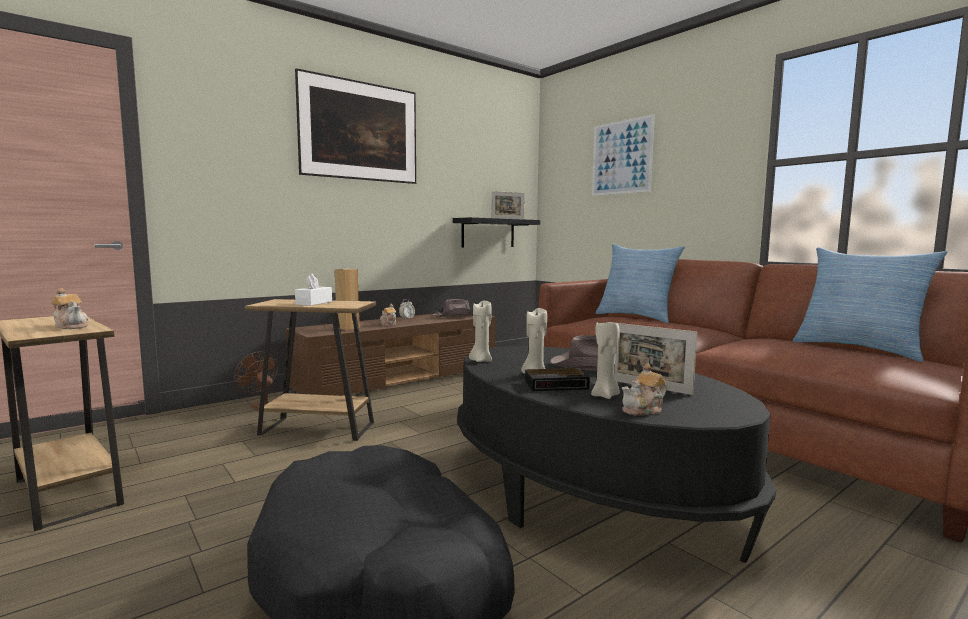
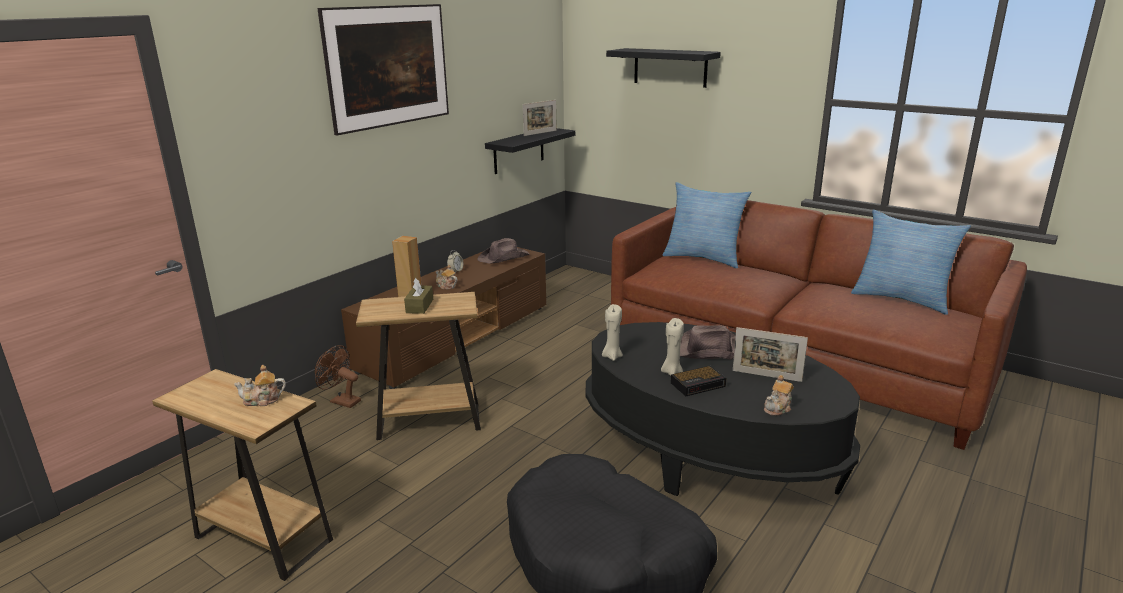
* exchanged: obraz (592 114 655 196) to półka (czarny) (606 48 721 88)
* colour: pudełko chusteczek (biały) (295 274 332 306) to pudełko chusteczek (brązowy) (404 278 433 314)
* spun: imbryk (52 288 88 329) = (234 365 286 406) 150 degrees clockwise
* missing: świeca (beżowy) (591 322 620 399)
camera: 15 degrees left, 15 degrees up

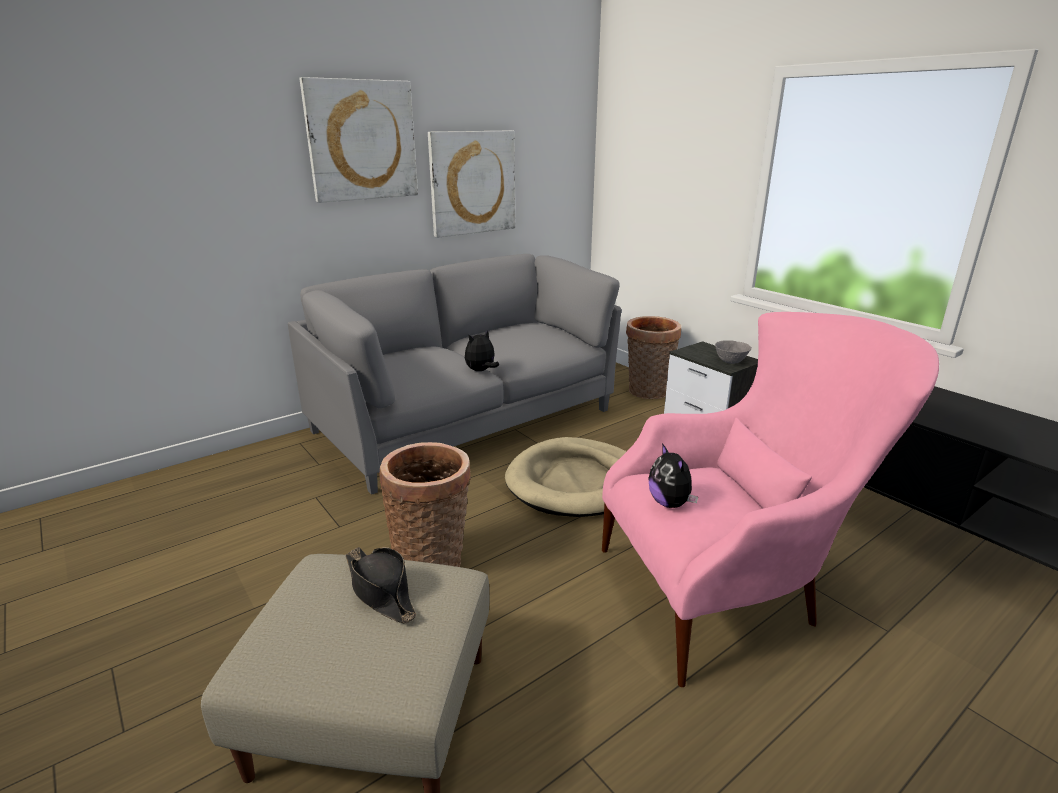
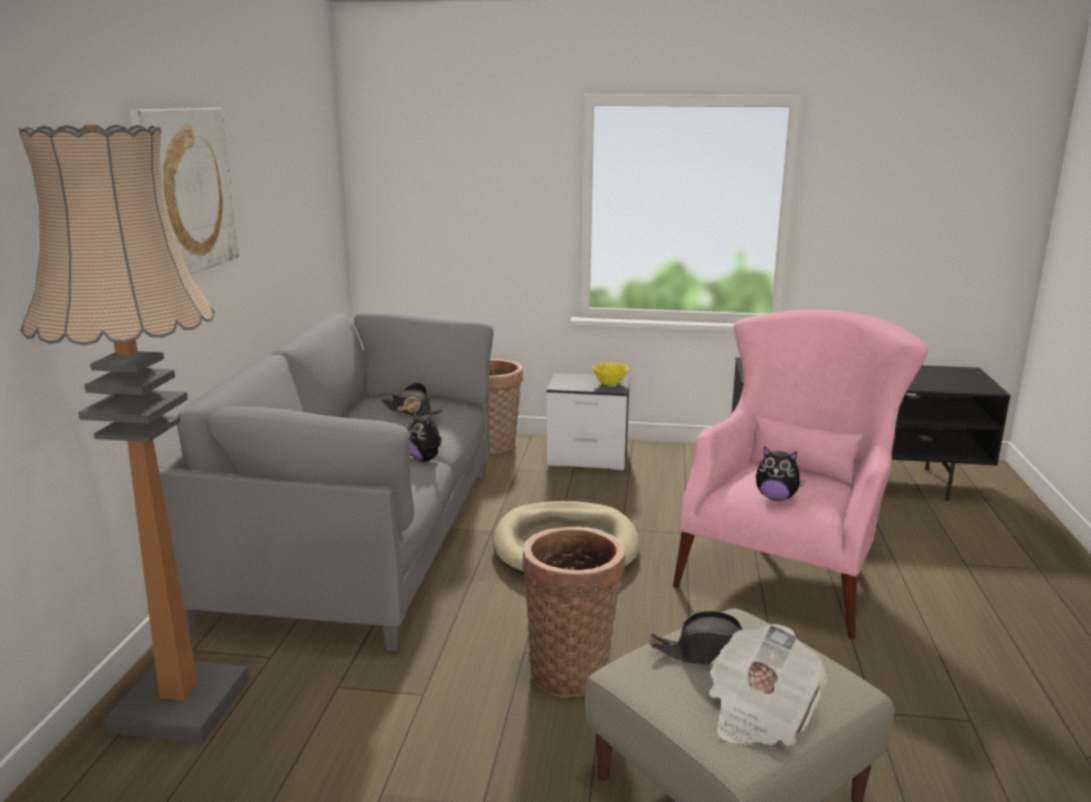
* missing: obraz (428 131 515 238)
* spun: pluszak (465 330 499 371) = (408 410 446 462) 45 degrees counterclockwise
* colour: miska (szary) (715 340 752 364) to miska (żółty) (592 363 629 386)
* appeared: lampa stojąca (19 125 249 743)
* appeared: kapelusz (czarny) (381 383 443 417)
* appeared: gazeta (709 624 827 746)
camera: 45 degrees left, 5 degrees down

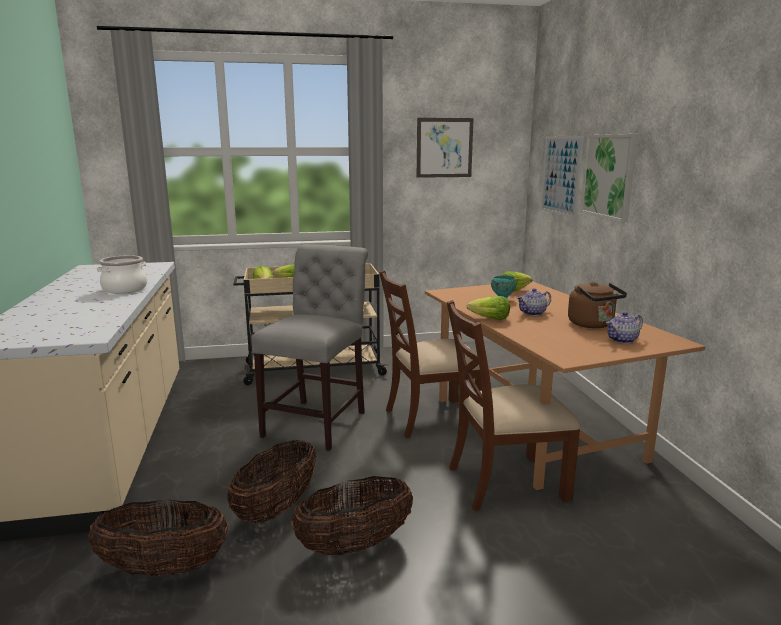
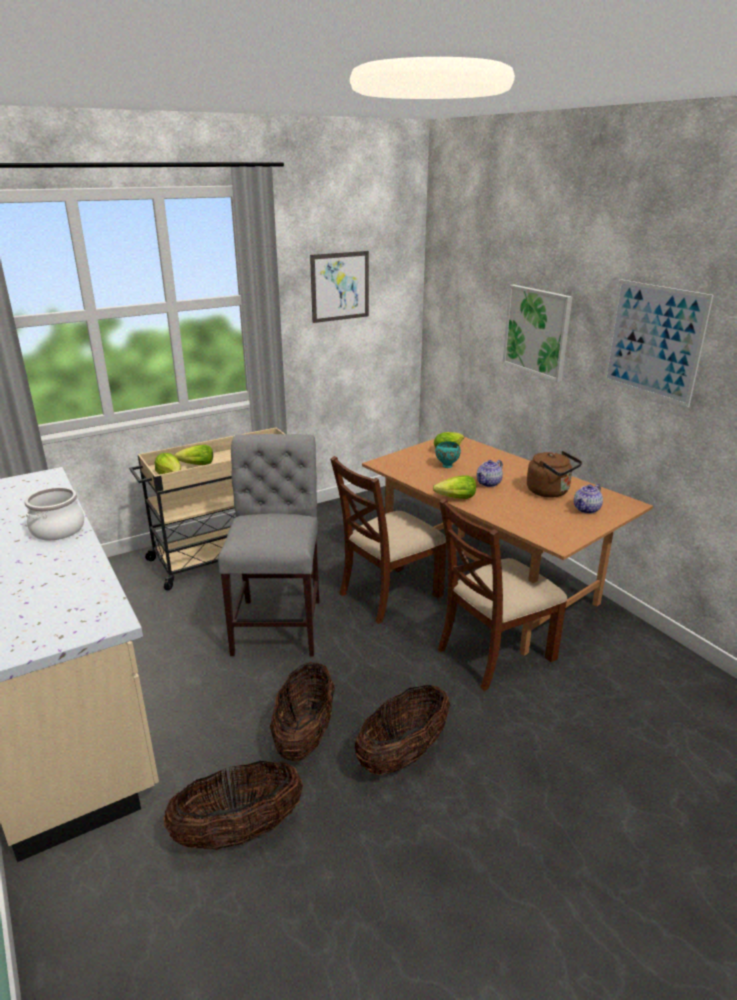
* relocated: obraz (541 136 584 218) to (604 279 714 407)
camera: 20 degrees left, 10 degrees up

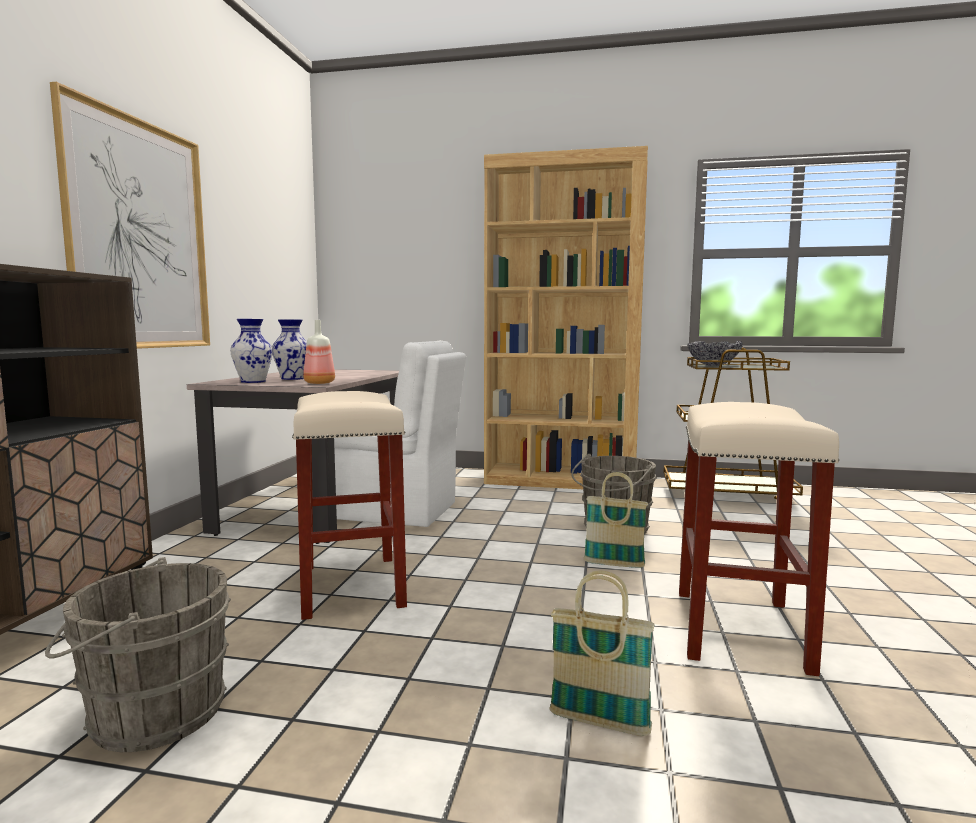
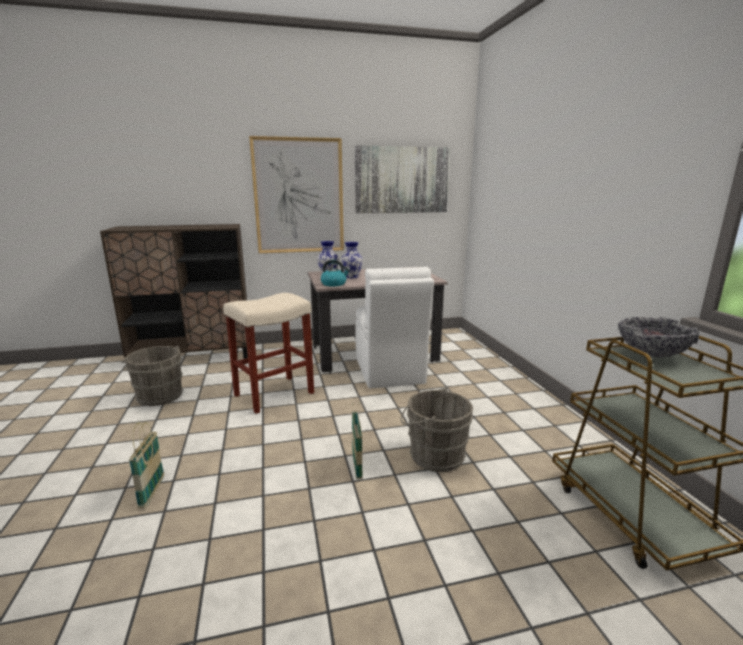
* missing: regał (brązowy) (484 146 648 489)
* exchanged: butelka (303 320 335 384) to czajnik (321 260 350 286)
* missing: stołek (beżowy) (679 402 839 676)
* appeared: obraz (355 145 450 213)
camera: 65 degrees right, 10 degrees up

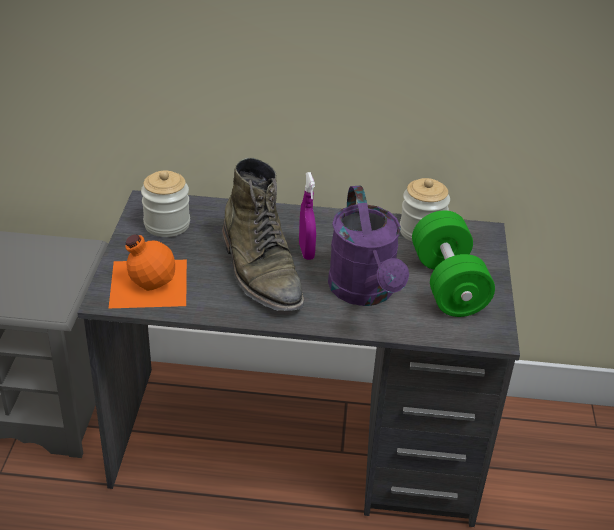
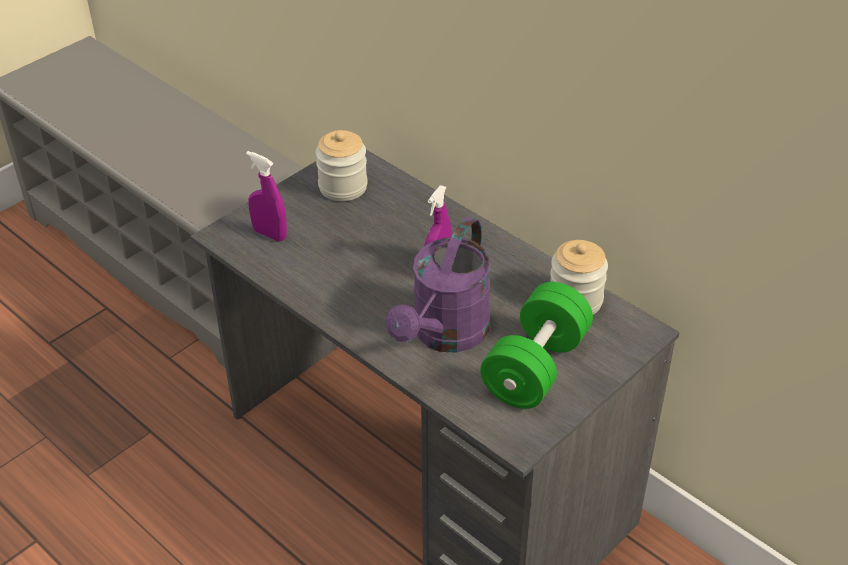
* missing: but z cholewką (zielony) (222 158 304 311)
* exchanged: butelka (pomarańczowy) (109 235 187 308) to spryskiwacz (fioletowy) (246 151 287 241)
camera: 40 degrees right, 5 degrees up

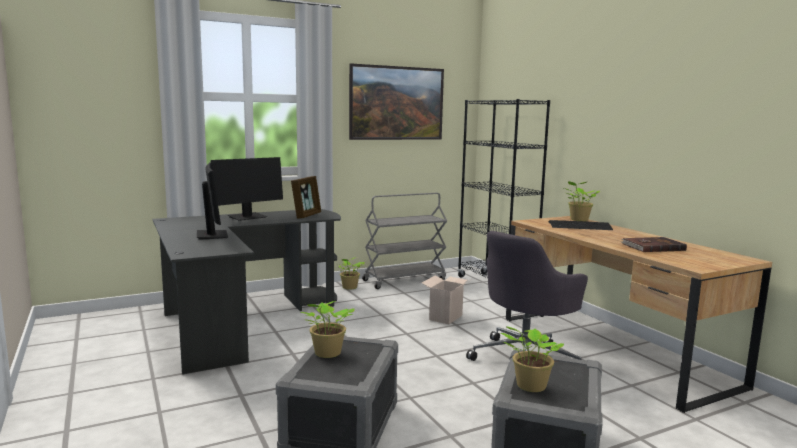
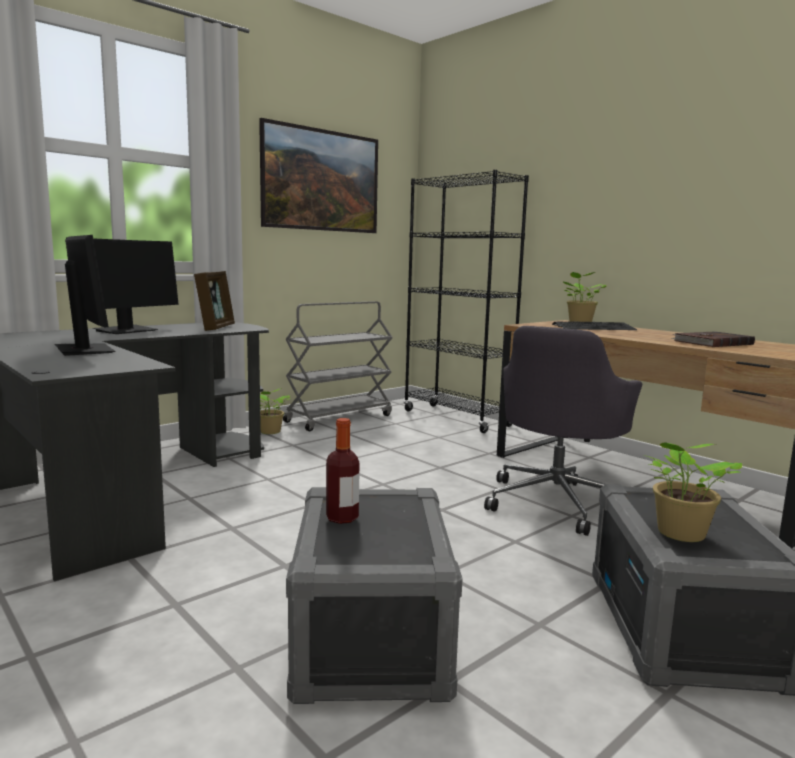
* missing: karton (421 275 471 324)
* exchanged: roślina doniczkowa (300 301 355 358) to butelka (326 418 359 524)
camera: 15 degrees left, 0 degrees up

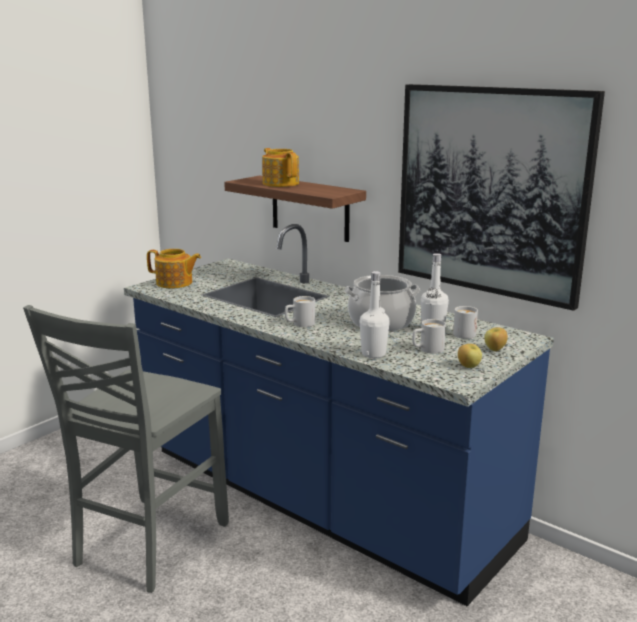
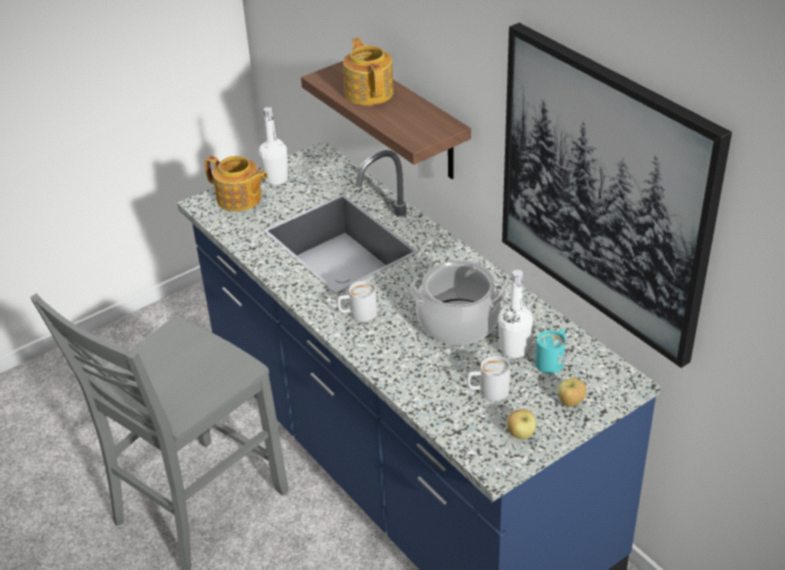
* relocated: butelka (biały) (360 271 390 358) to (259 107 288 185)
* colour: kubek (biały) (453 306 478 339) to kubek (turkusowy) (535 329 566 374)
camera: 15 degrees right, 20 degrees up

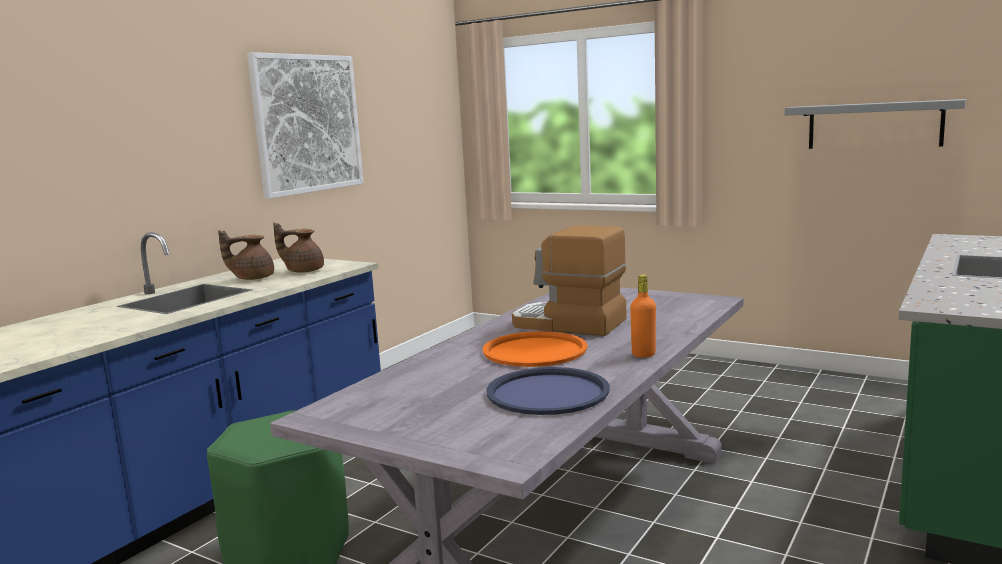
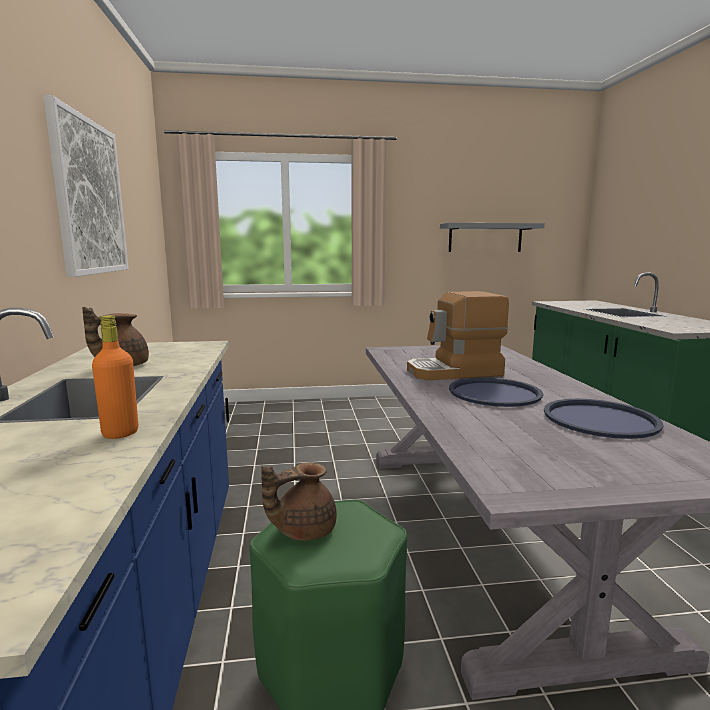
* relocated: imbryk (brązowy) (273 222 324 273) to (261 462 337 541)
* relocated: butelka (pomarańczowy) (630 274 656 358) to (92 315 138 439)
* colour: taca (pomarańczowy) (483 331 588 367) to taca (niebieski) (449 377 543 407)
camera: 40 degrees left, 0 degrees up

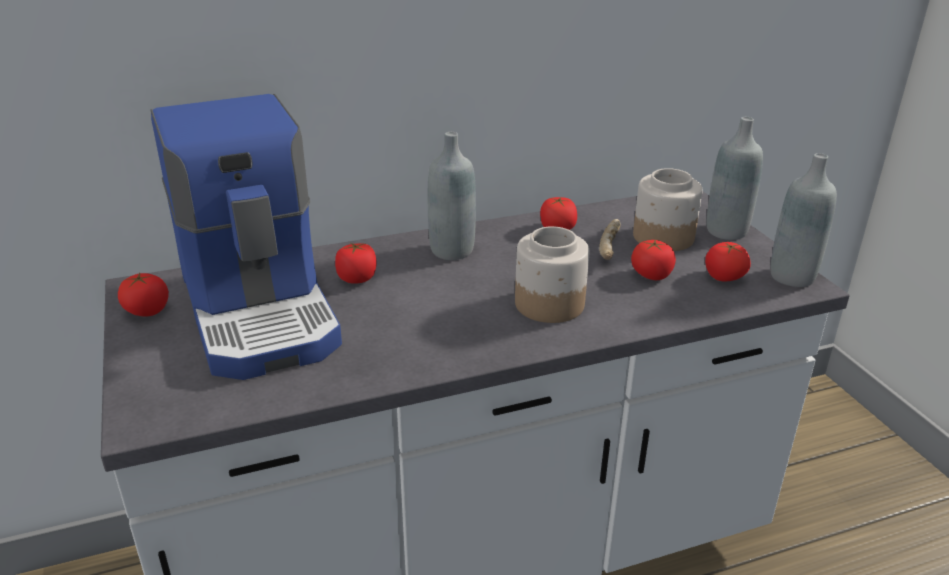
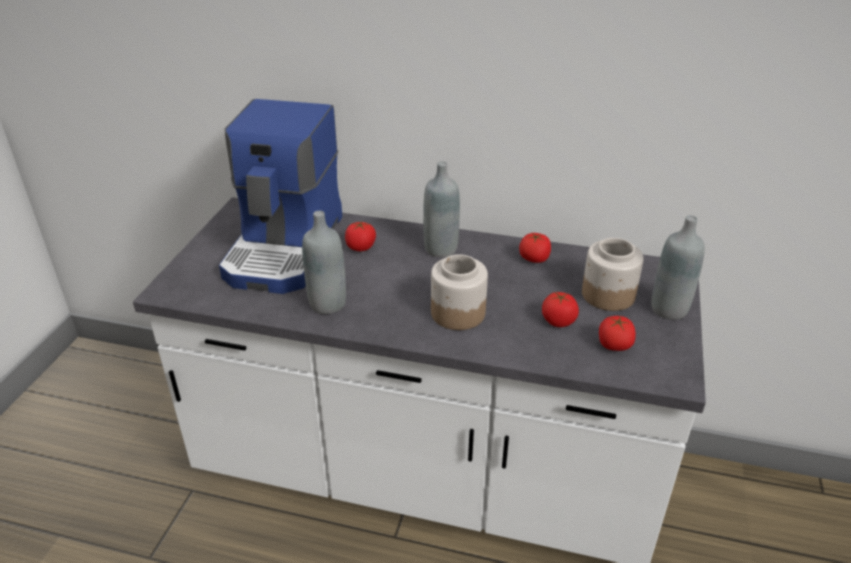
* relocated: butelka (szary) (770 153 837 287) to (302 211 346 314)
* missing: chleb (599 219 621 260)
* missing: pomidor (118 273 169 317)
camera: 35 degrees right, 5 degrees up

